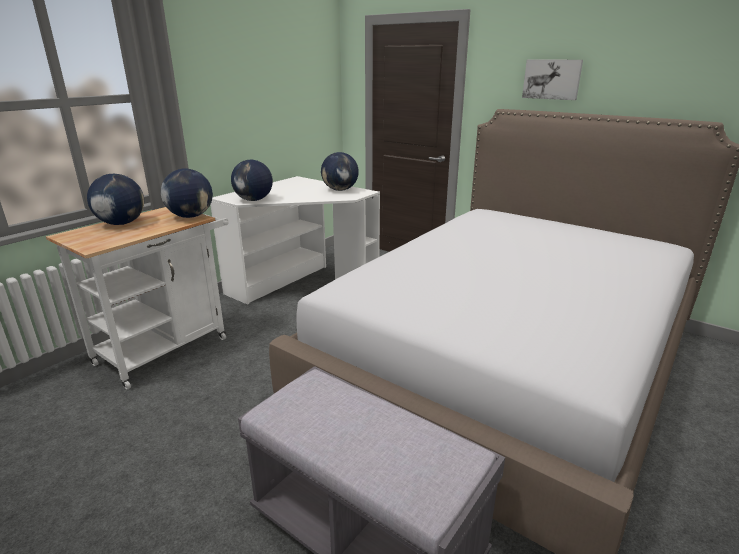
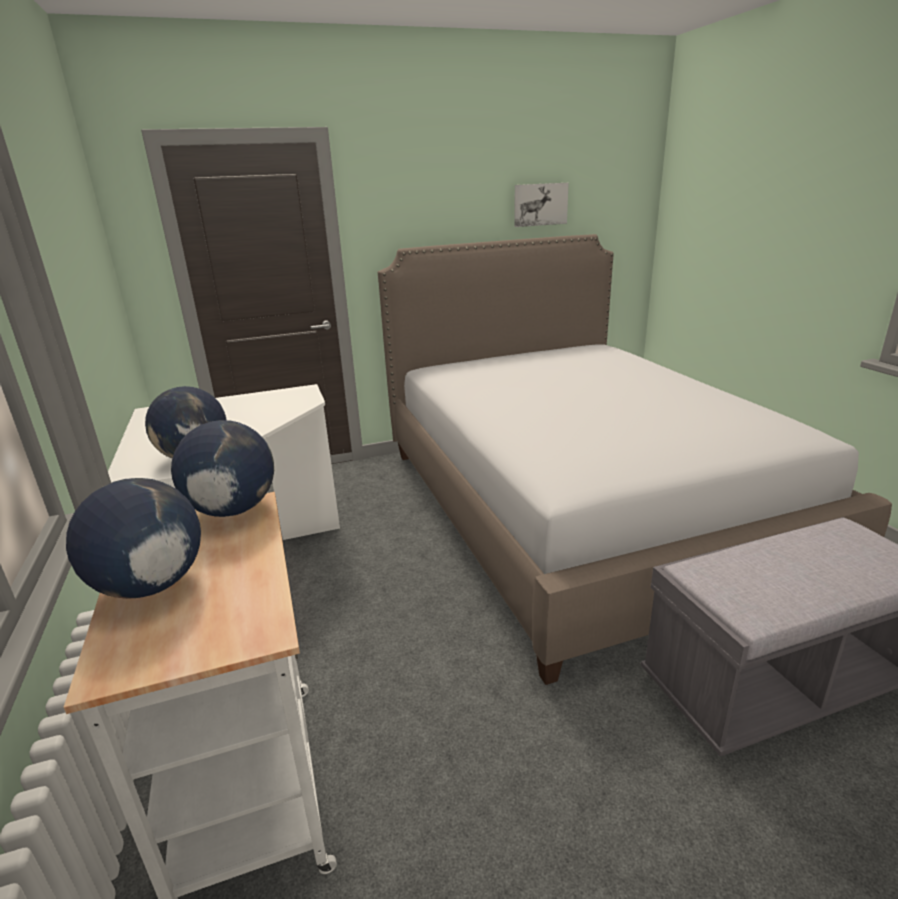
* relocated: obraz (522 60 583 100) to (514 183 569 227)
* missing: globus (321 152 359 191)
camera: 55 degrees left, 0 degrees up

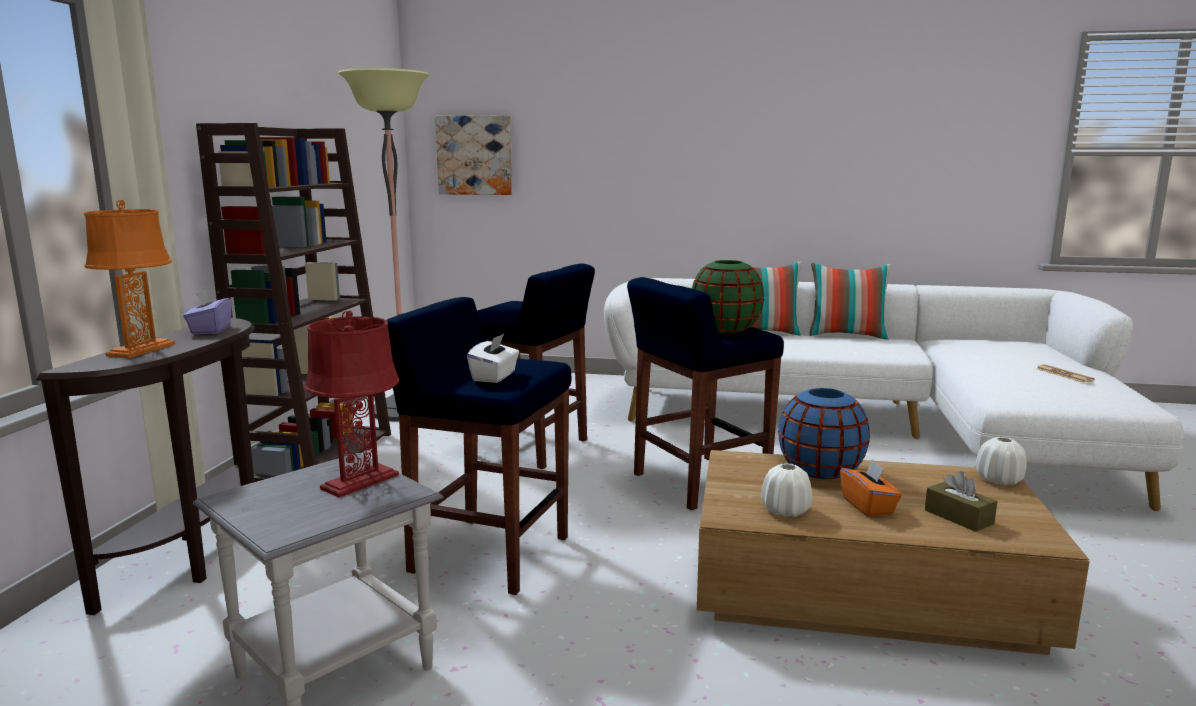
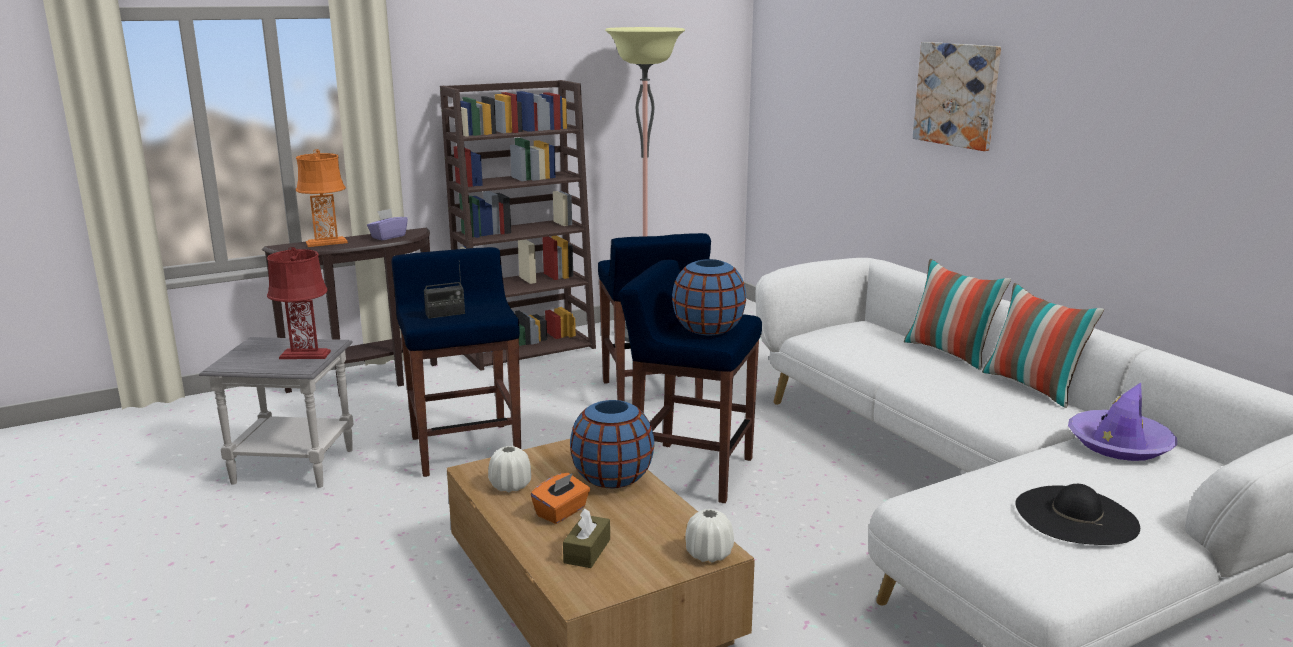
* relocated: obraz (435 115 512 195) to (913 42 1001 151)
* colour: wazon (zielony) (692 260 764 333) to wazon (niebieski) (672 259 746 335)
* exchanged: pudełko chusteczek (biały) (467 334 519 383) to radio (424 265 465 319)
* exchanged: gazeta (1036 364 1095 382) to kapelusz (czarny) (1015 484 1140 545)
* appeared: kapelusz (fioletowy) (1068 383 1177 461)
camera: 50 degrees right, 5 degrees up

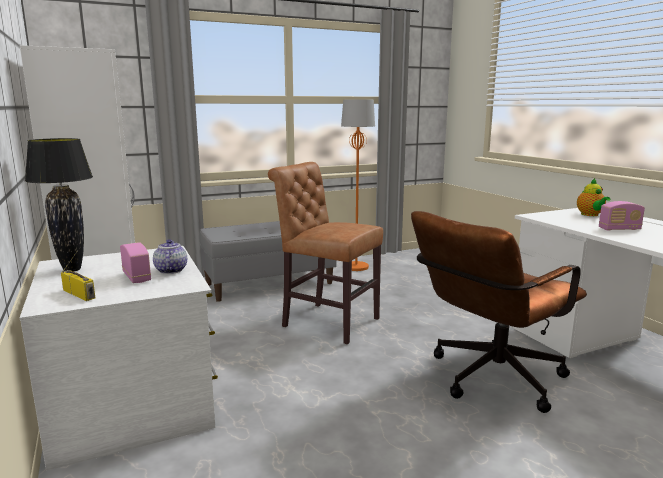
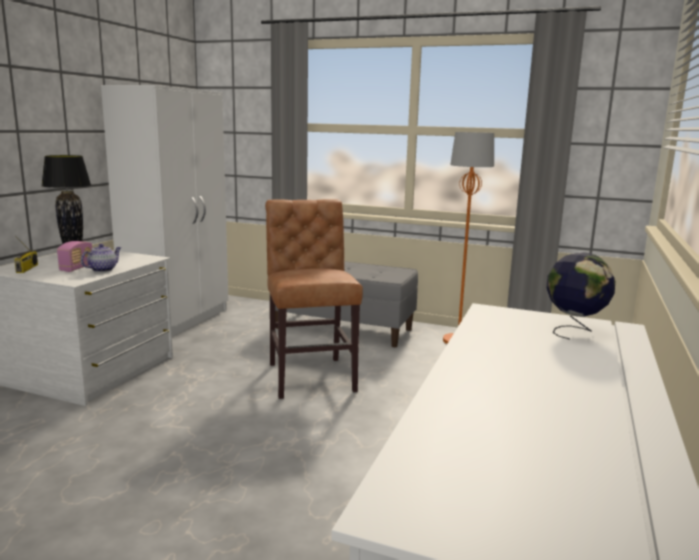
* exchanged: imbryk (577 178 610 216) to globus (546 252 615 339)
* missing: radio (599 201 645 231)
* missing: krzesło biurowe (brązowy) (411 211 587 413)
camera: 45 degrees right, 0 degrees up

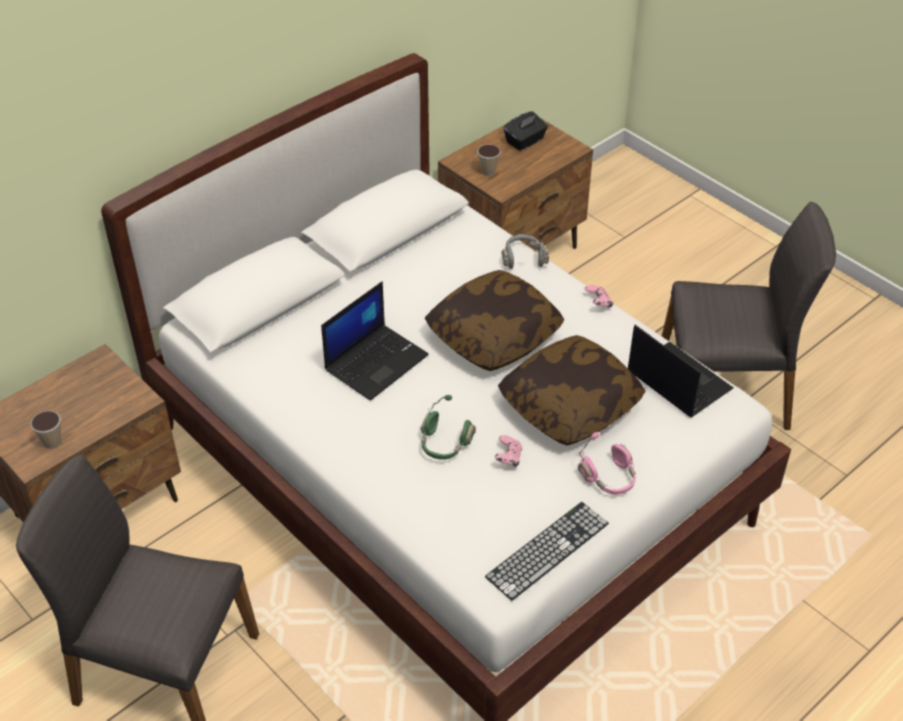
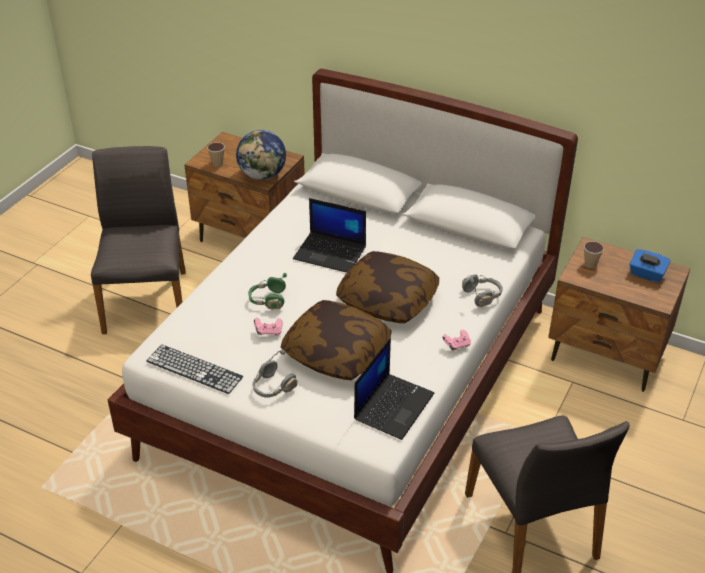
* colour: pudełko chusteczek (czarny) (503 111 548 151) to pudełko chusteczek (niebieski) (629 249 670 282)
* colour: słuchawki (różowy) (578 432 636 495) to słuchawki (szary) (252 350 298 398)
* appeared: globus (236 130 286 180)
camera: 70 degrees right, 5 degrees down

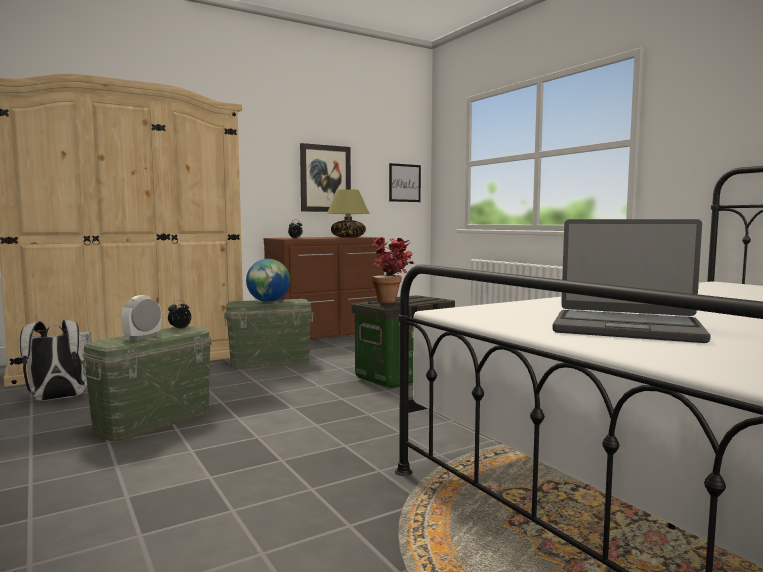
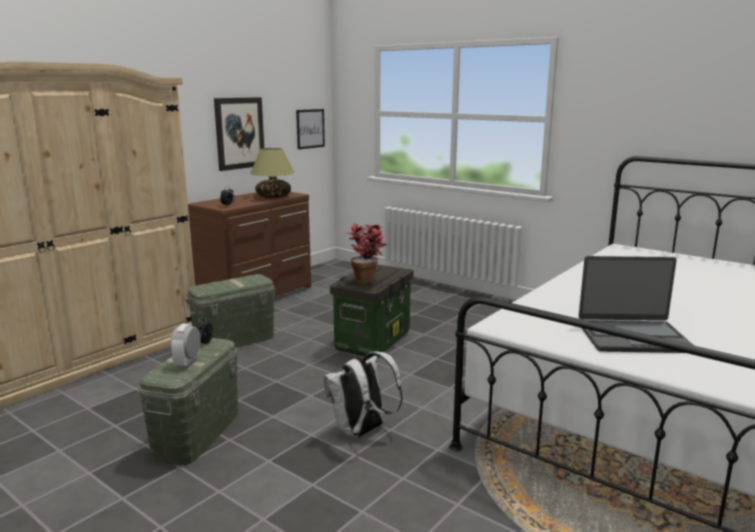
* missing: globus (246 259 290 302)
* relocated: plecak (biały) (20 320 92 401) to (323 351 403 439)
camera: 20 degrees left, 10 degrees up

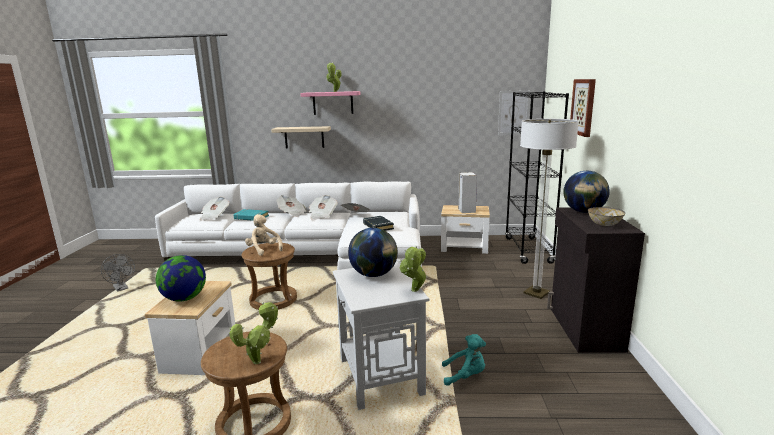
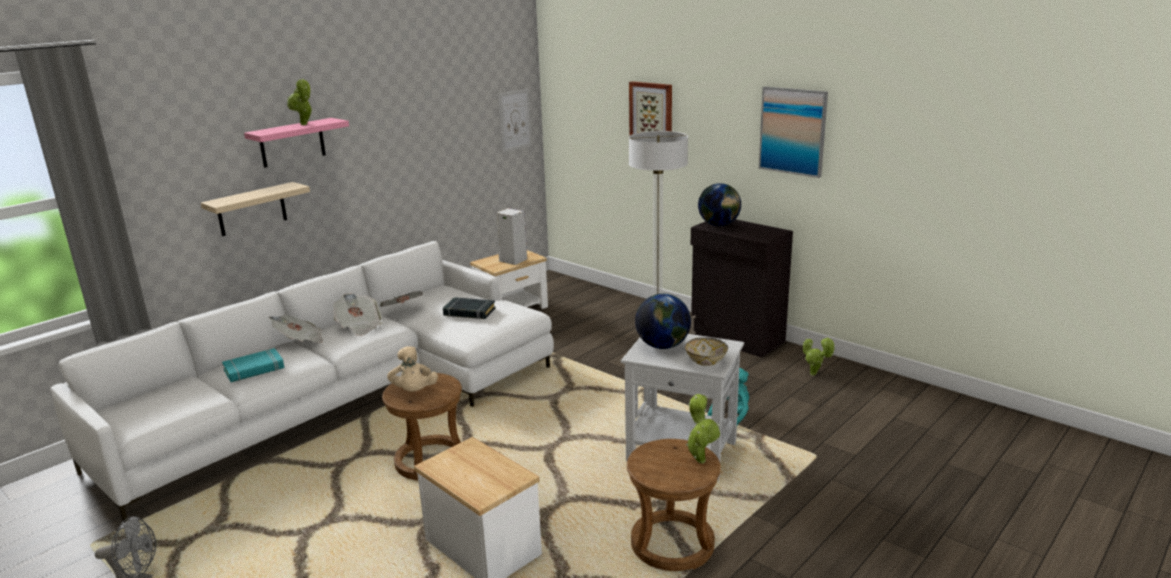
* missing: regał (czarny) (505 91 569 264)
* missing: gazeta (200 196 229 221)
* relocated: miska (588 207 625 226) to (685 337 728 366)
* spun: pluszak (beżowy) (245 214 283 256) = (387 346 438 392) 105 degrees counterclockwise
* relocated: roślina doniczkowa (400 246 427 292) to (803 337 835 376)
* missing: globus (156 255 206 302)
* appeared: obraz (759 87 828 178)
camera: 50 degrees left, 5 degrees up

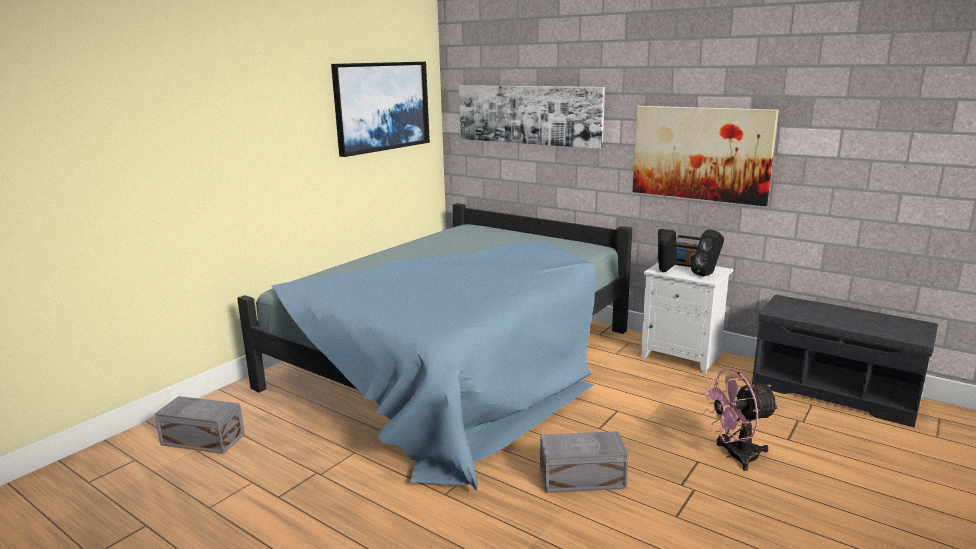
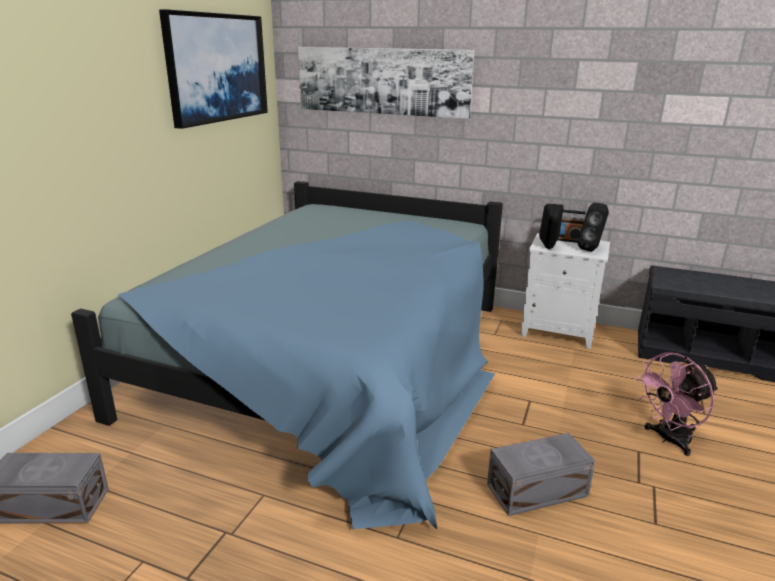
* missing: obraz (633 106 779 206)
camera: 15 degrees left, 5 degrees up

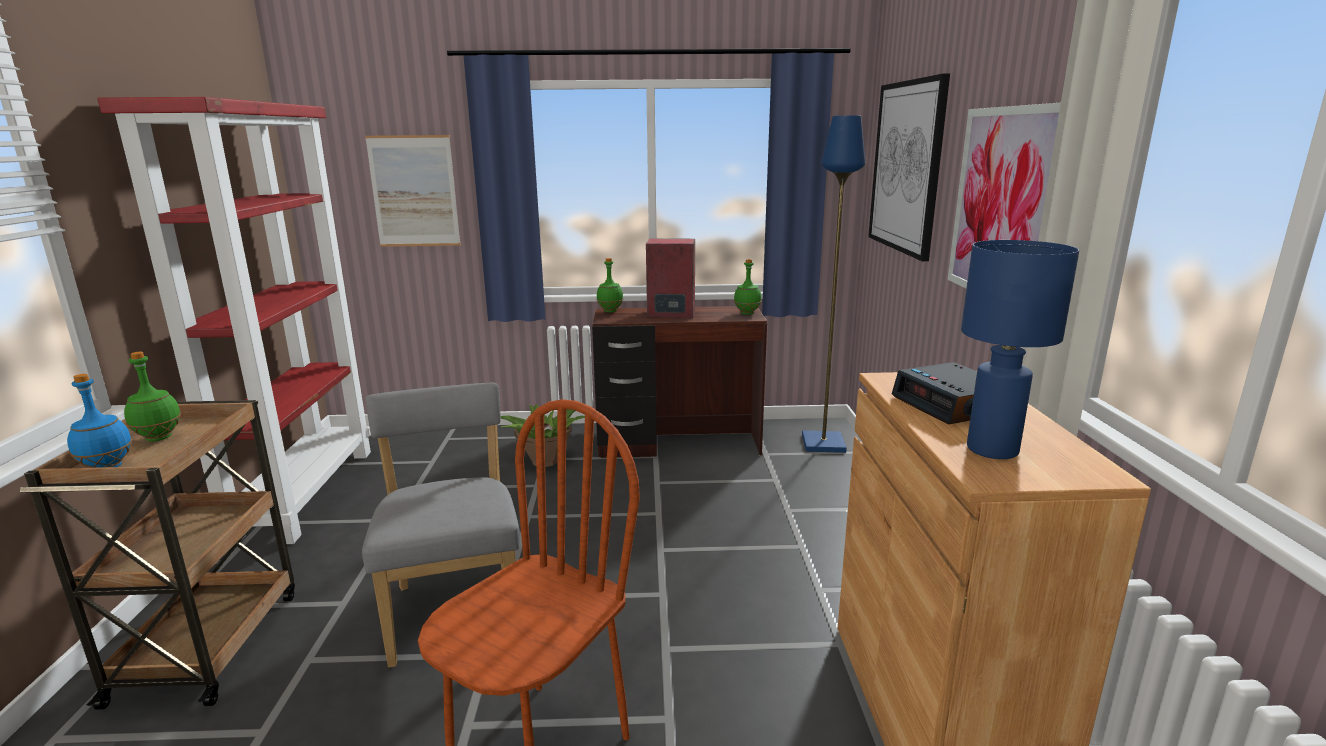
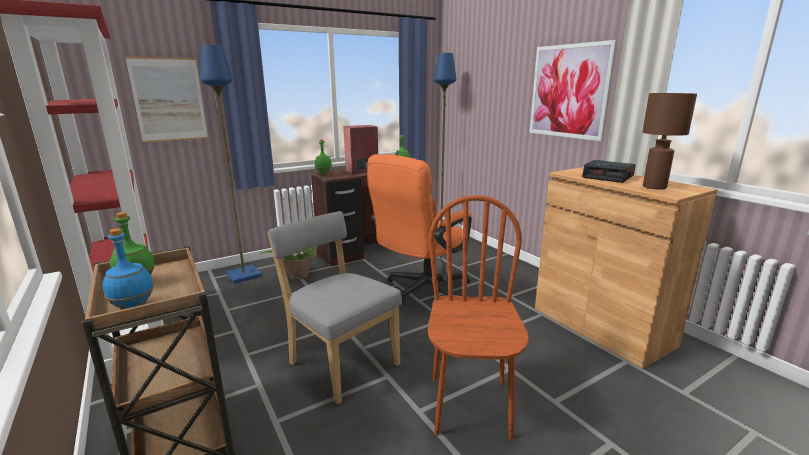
* missing: obraz (868 73 950 261)
* colour: lampa stołowa (niebieski) (961 240 1079 459) to lampa stołowa (brązowy) (642 93 697 190)
* appeared: lampa stojąca (niebieski) (200 45 262 284)
* appeared: krzesło biurowe (pomarańczowy) (367 154 472 304)
camera: 30 degrees left, 0 degrees up

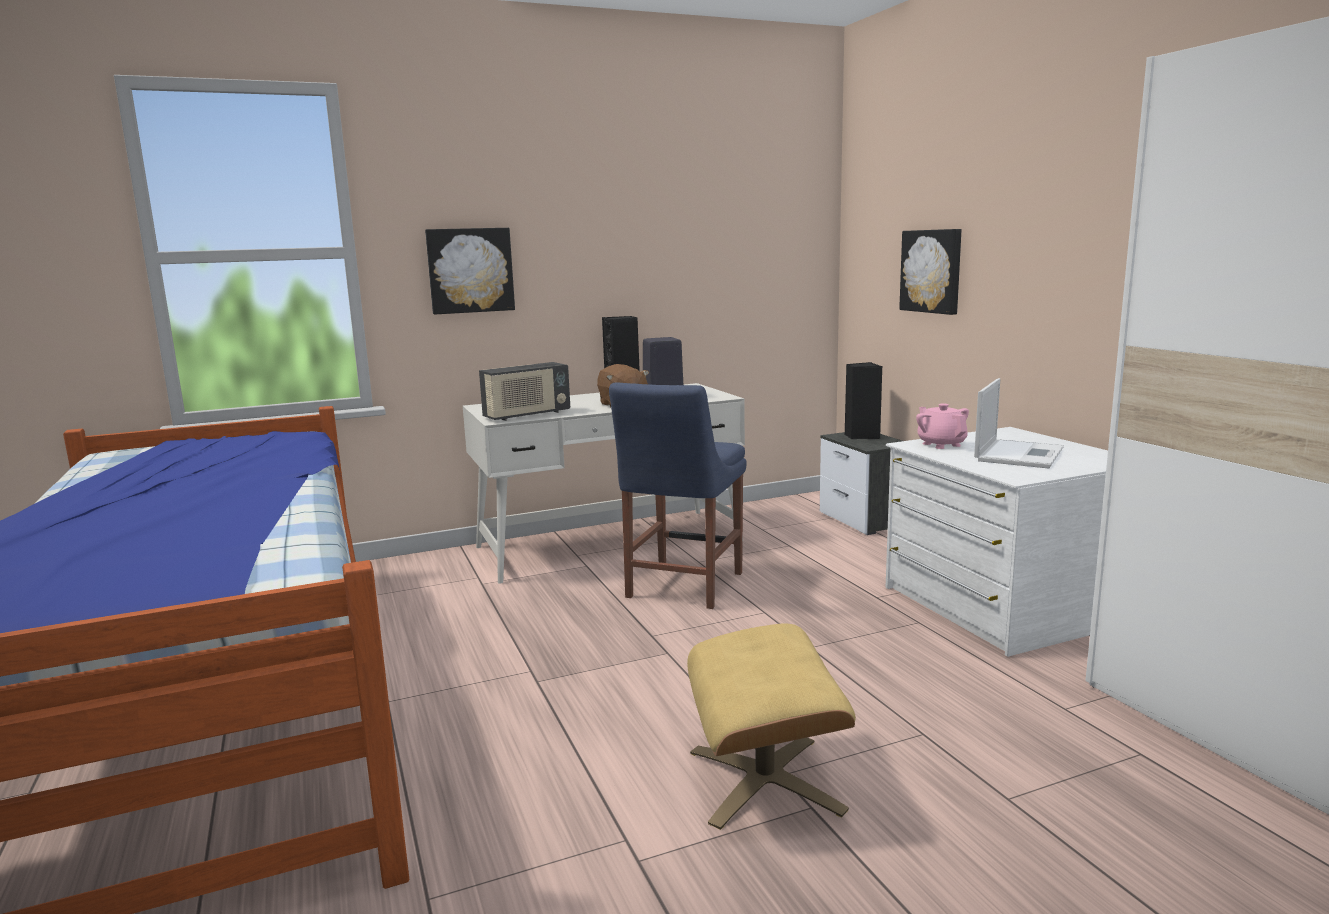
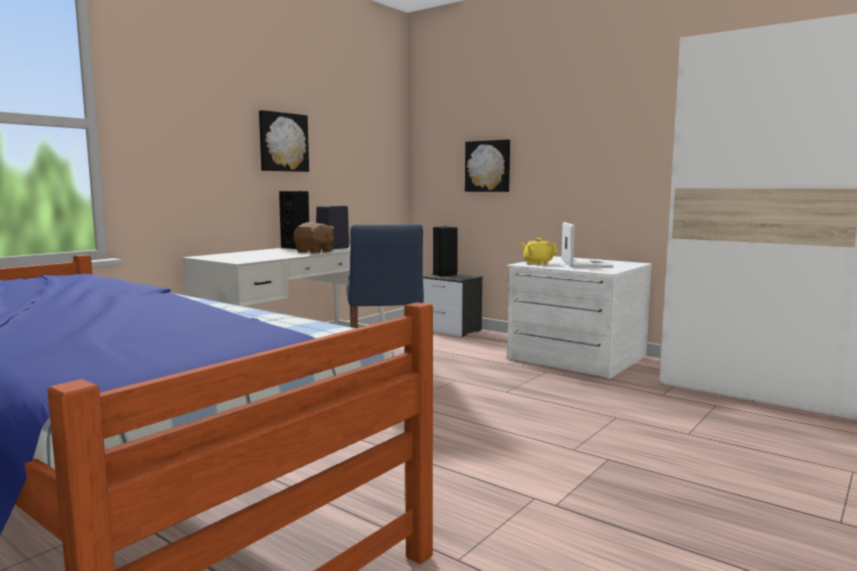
* relocated: obraz (425 228 515 315) to (259 110 309 172)
* missing: radio (479 362 570 421)
* colour: imbryk (różowy) (916 403 969 449) to imbryk (żółty) (520 238 557 265)
* missing: pufa (beżowy) (687 624 856 830)
camera: 30 degrees left, 5 degrees down

